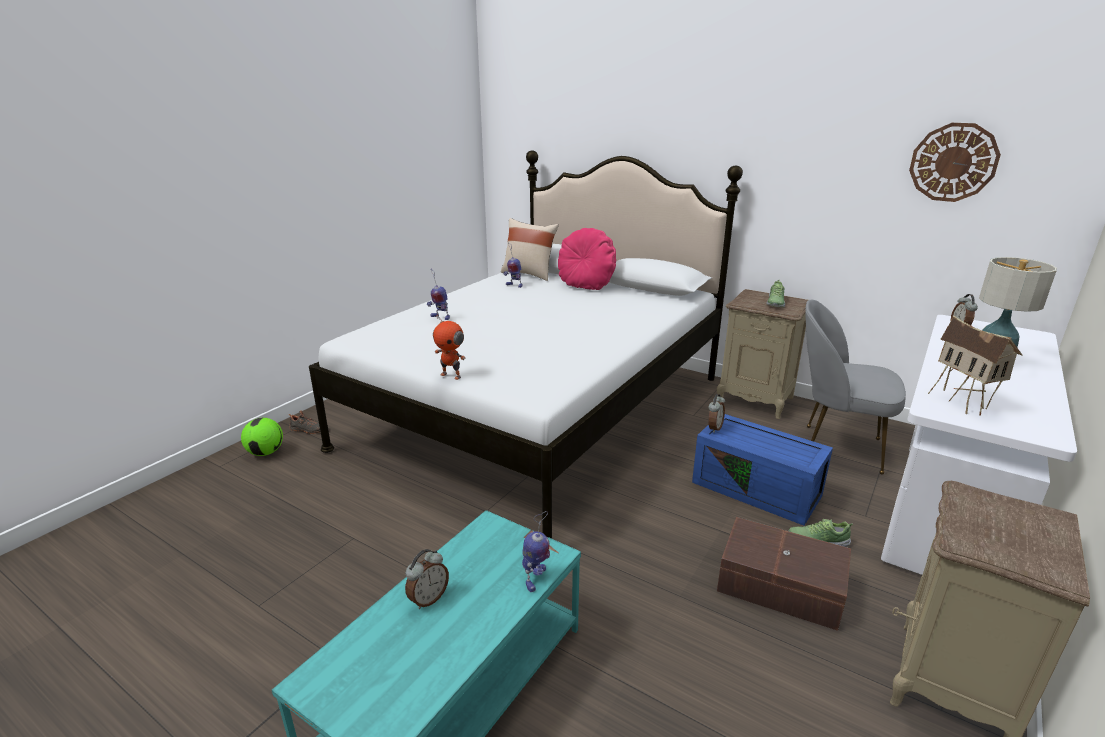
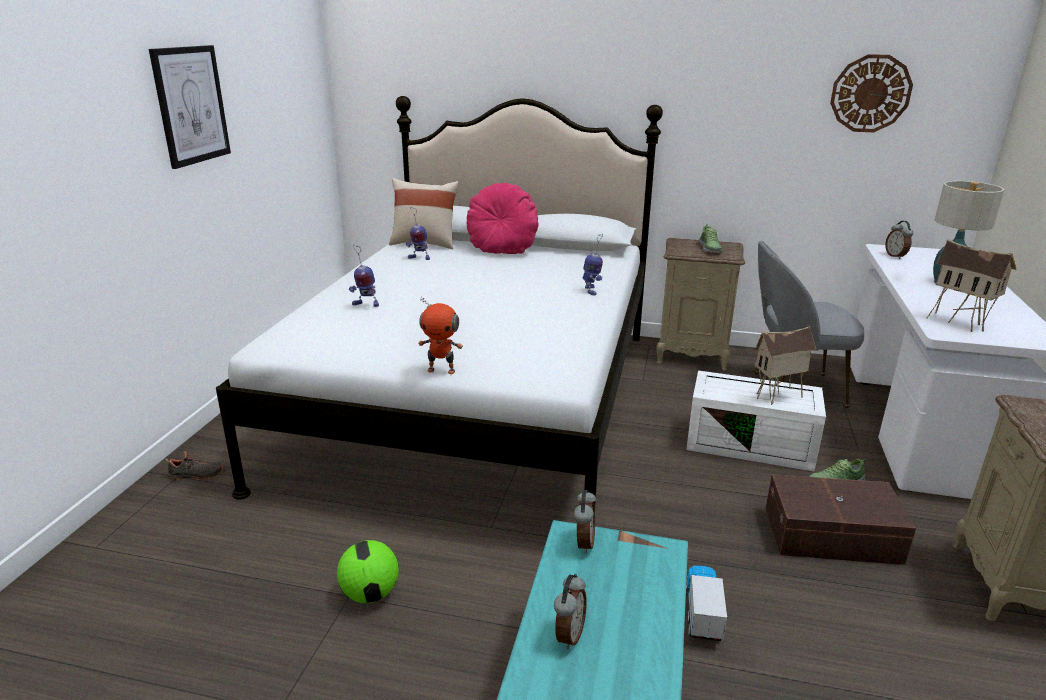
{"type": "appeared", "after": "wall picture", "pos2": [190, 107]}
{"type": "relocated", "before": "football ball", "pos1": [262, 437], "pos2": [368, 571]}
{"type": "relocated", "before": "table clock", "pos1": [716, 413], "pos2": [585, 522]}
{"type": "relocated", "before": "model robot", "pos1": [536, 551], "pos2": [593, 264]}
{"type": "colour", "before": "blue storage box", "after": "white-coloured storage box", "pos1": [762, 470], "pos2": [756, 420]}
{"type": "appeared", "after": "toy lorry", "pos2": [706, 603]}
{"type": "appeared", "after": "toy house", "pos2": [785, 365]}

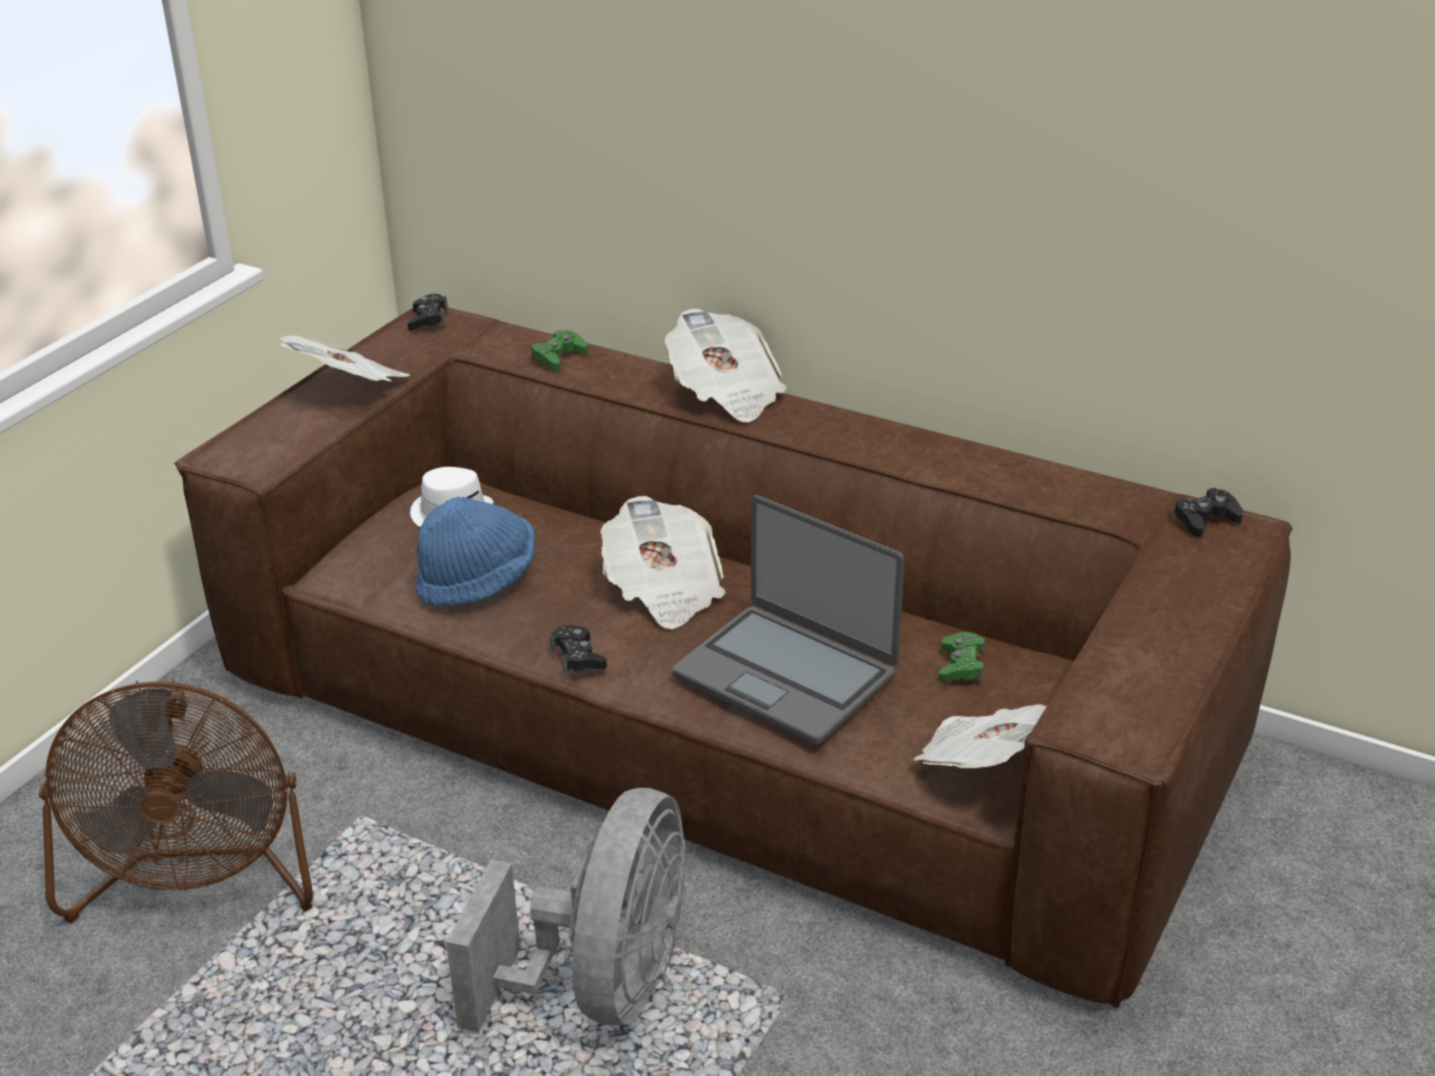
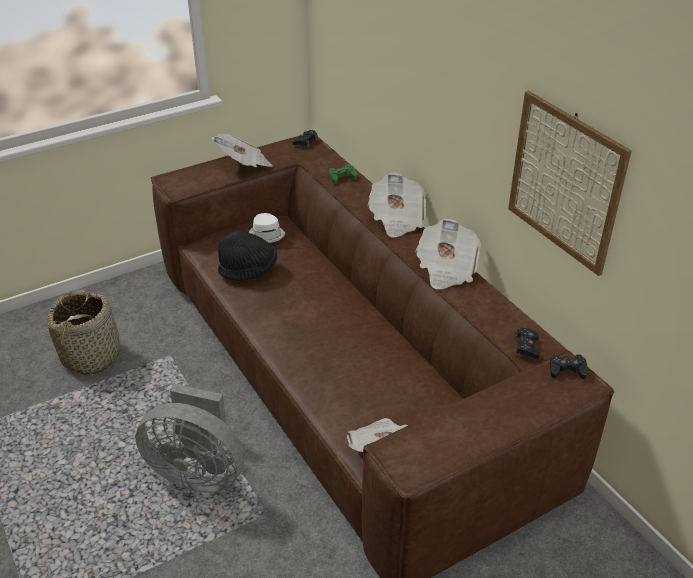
{"type": "exchanged", "before": "brownish cooling fan", "after": "basket", "pos1": [176, 801], "pos2": [84, 332]}
{"type": "spun", "before": "grey cooling fan", "pos1": [566, 910], "pos2": [190, 438], "turn": 60}
{"type": "colour", "before": "blue hat", "after": "black hat", "pos1": [476, 551], "pos2": [247, 255]}
{"type": "relocated", "before": "daily paper", "pos1": [663, 562], "pos2": [448, 254]}
{"type": "appeared", "after": "wall picture", "pos2": [569, 183]}
{"type": "relocated", "before": "black gamepad", "pos1": [578, 650], "pos2": [527, 343]}
{"type": "missing", "before": "laptop", "pos1": [788, 619]}
{"type": "missing", "before": "green-coloured gamepad", "pos1": [961, 657]}

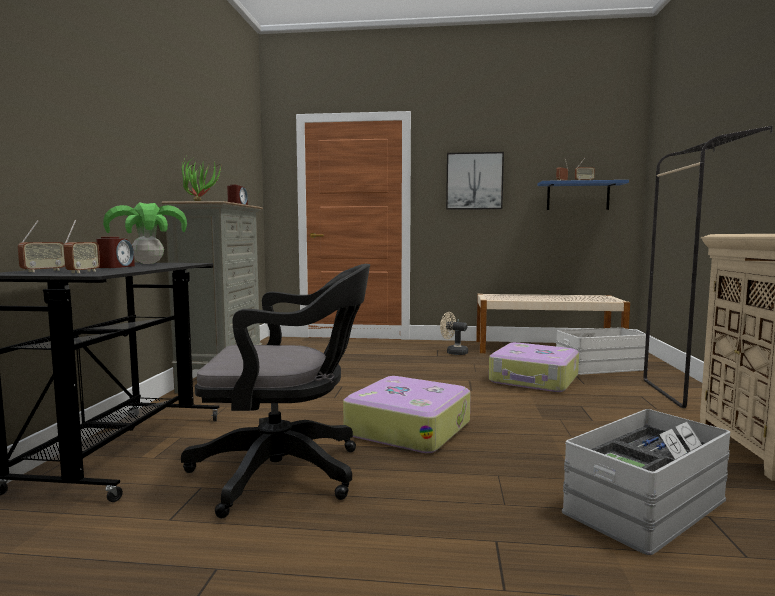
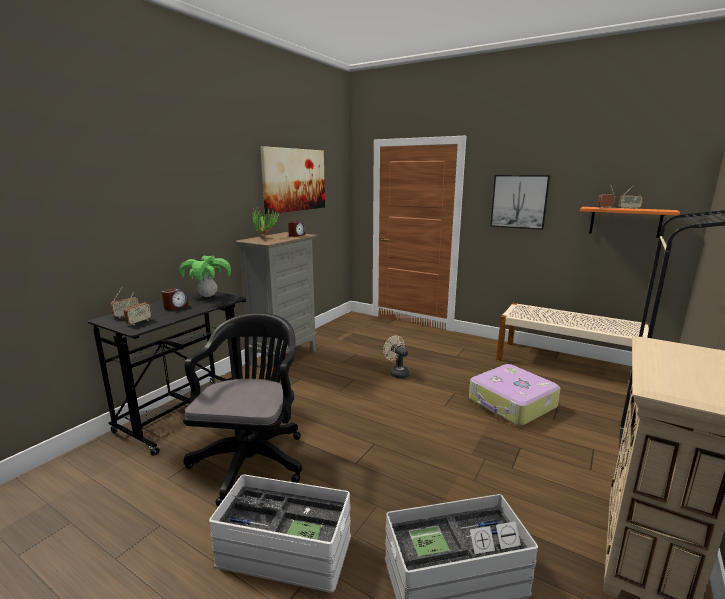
{"type": "spun", "before": "black computer chair", "pos1": [275, 391], "pos2": [242, 409], "turn": -105}
{"type": "relocated", "before": "white-coloured storage box", "pos1": [602, 351], "pos2": [280, 533]}
{"type": "appeared", "after": "wall picture", "pos2": [292, 180]}
{"type": "relocated", "before": "sand-coloured cooling fan", "pos1": [454, 333], "pos2": [396, 357]}
{"type": "colour", "before": "blue shelf", "after": "orange-coloured shelf", "pos1": [583, 195], "pos2": [630, 222]}
{"type": "missing", "before": "suitcase", "pos1": [407, 414]}

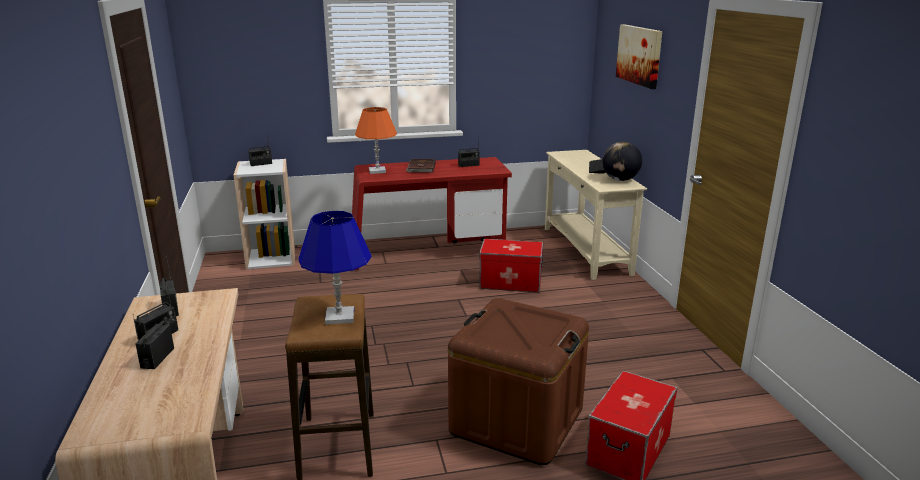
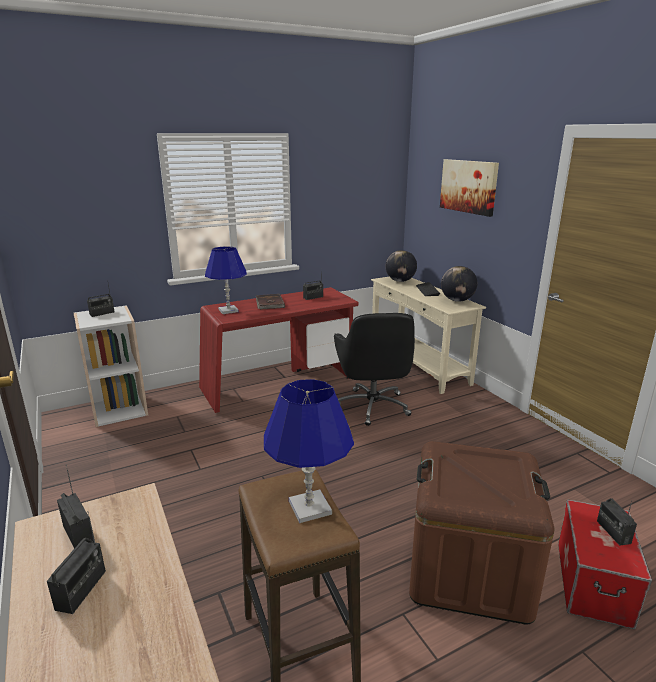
{"type": "colour", "before": "orange-coloured table lamp", "after": "blue table lamp", "pos1": [376, 140], "pos2": [226, 280]}
{"type": "exchanged", "before": "storage box", "after": "black computer chair", "pos1": [511, 266], "pos2": [374, 369]}
{"type": "appeared", "after": "desk globe", "pos2": [401, 266]}
{"type": "relocated", "before": "radio set", "pos1": [153, 341], "pos2": [617, 522]}

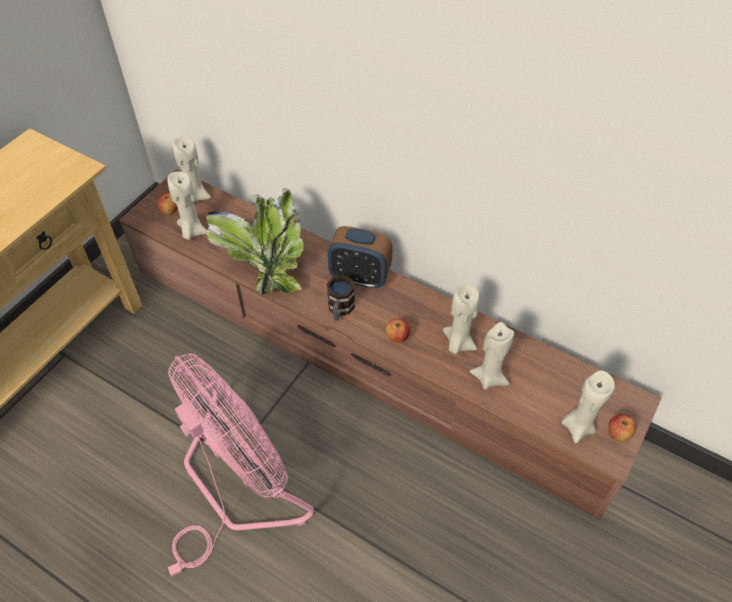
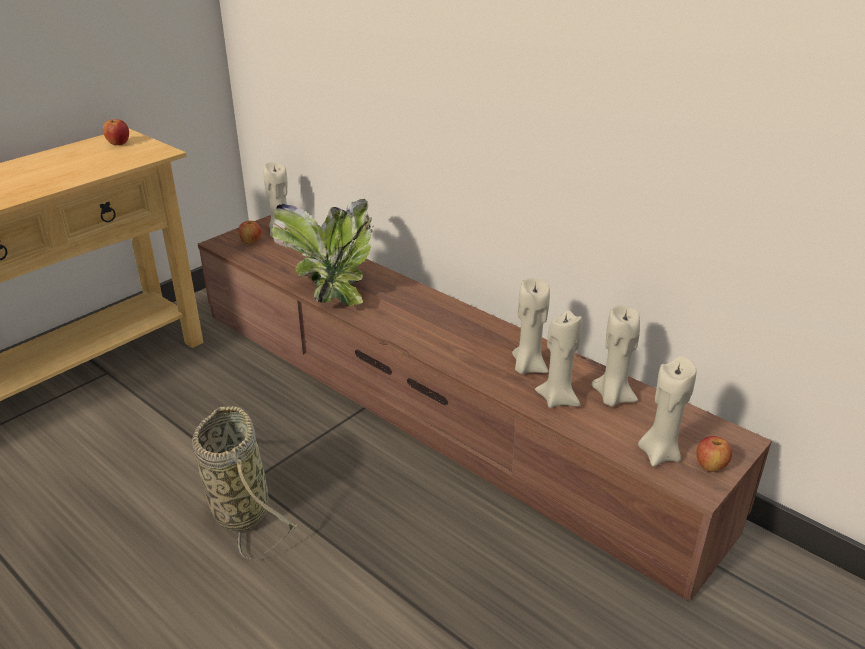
{"type": "relocated", "before": "apple", "pos1": [398, 330], "pos2": [116, 132]}
{"type": "exchanged", "before": "pink cooling fan", "after": "basket", "pos1": [239, 465], "pos2": [245, 482]}
{"type": "relocated", "before": "sand-coloured wax candle", "pos1": [187, 205], "pos2": [615, 355]}
{"type": "missing", "before": "table clock", "pos1": [360, 257]}
{"type": "missing", "before": "coffee mug", "pos1": [341, 298]}

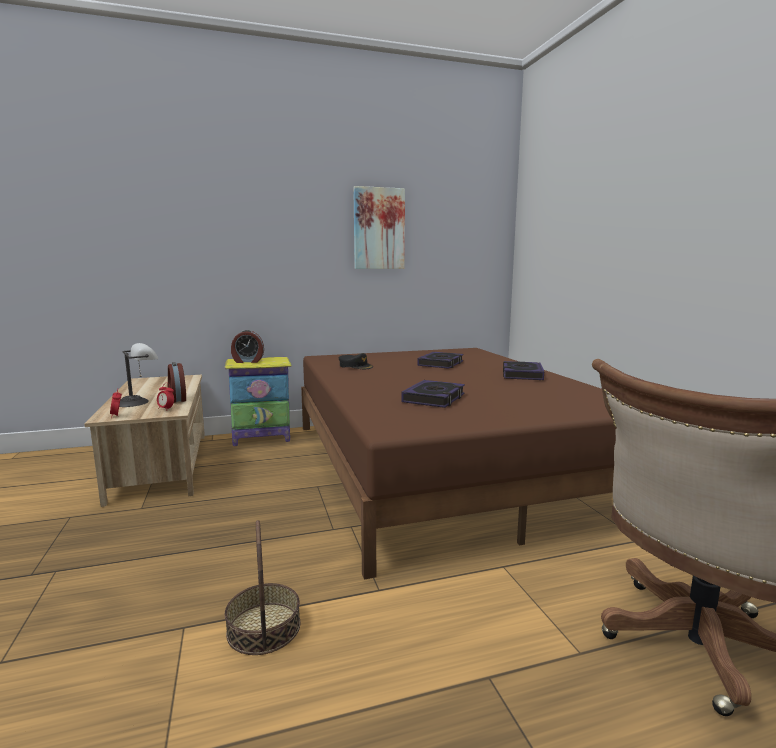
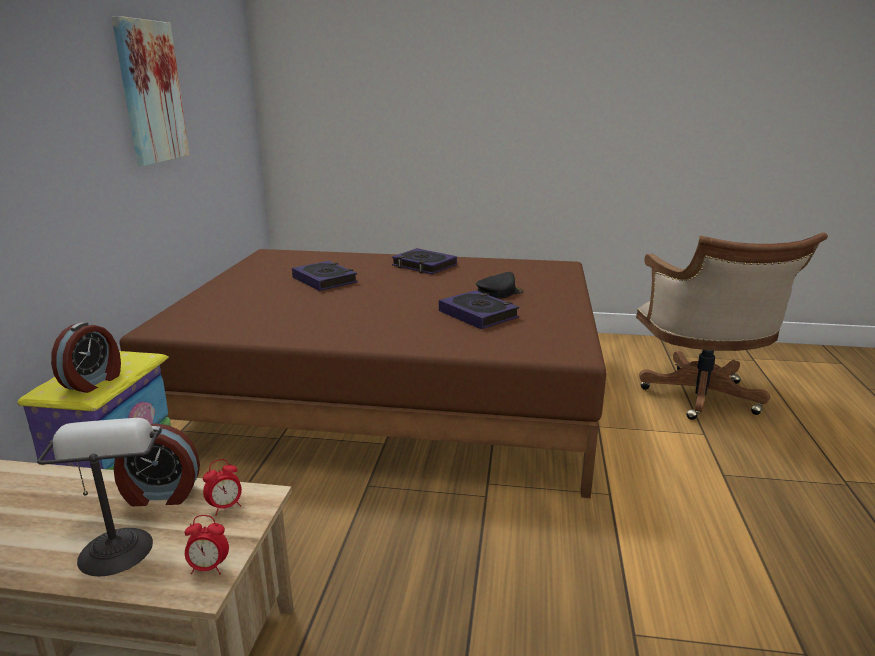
{"type": "relocated", "before": "black baseball cap", "pos1": [356, 361], "pos2": [500, 285]}
{"type": "missing", "before": "basket", "pos1": [263, 587]}

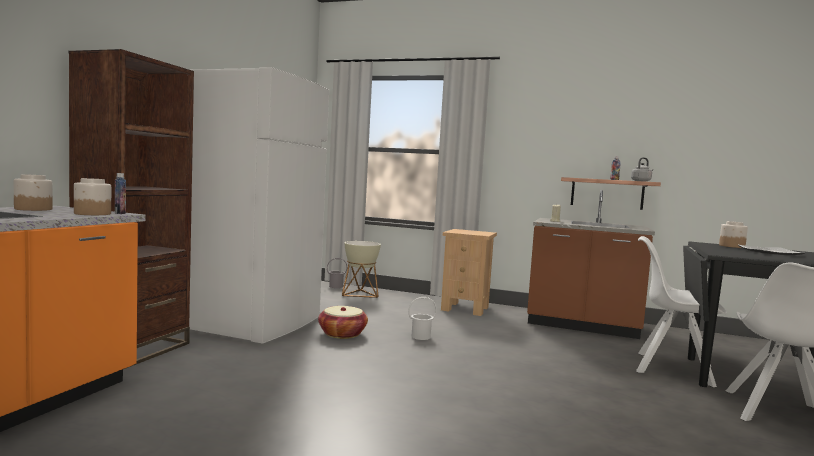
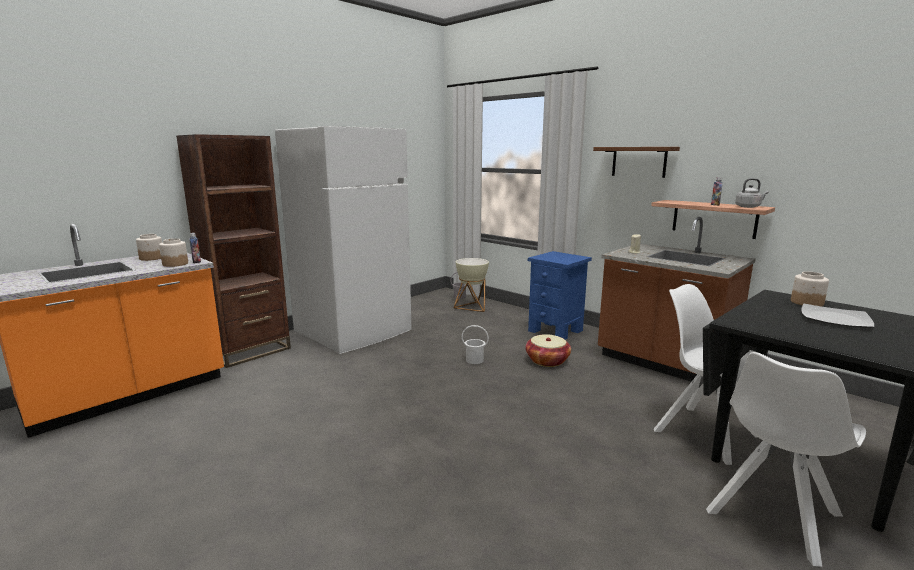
{"type": "relocated", "before": "basket", "pos1": [343, 322], "pos2": [548, 350]}
{"type": "colour", "before": "sand-coloured nightstand", "after": "blue nightstand", "pos1": [469, 272], "pos2": [560, 295]}
{"type": "appeared", "after": "brownish shelf", "pos2": [636, 162]}

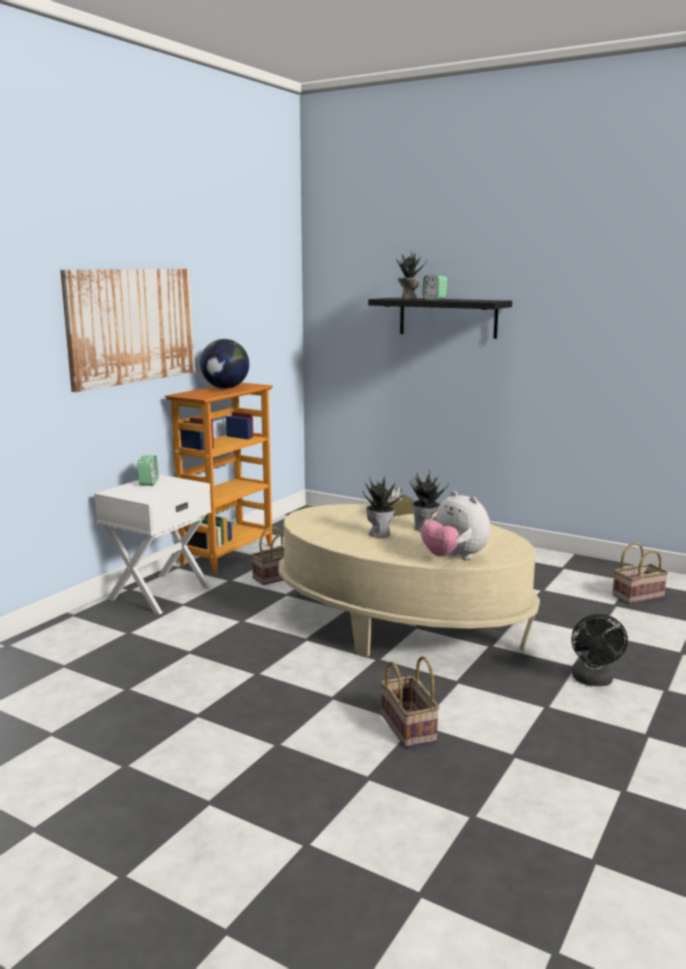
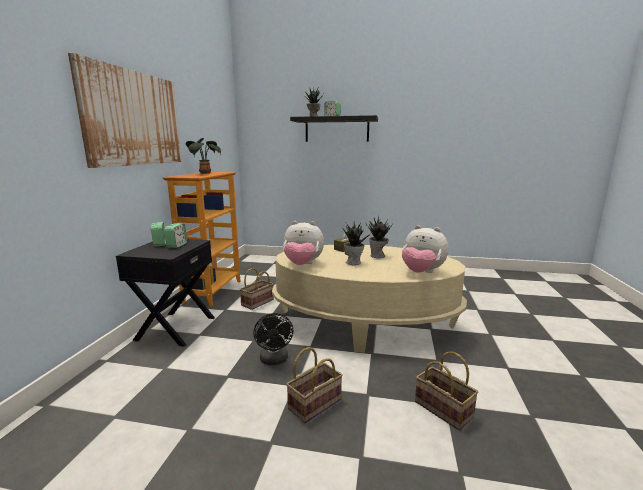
{"type": "colour", "before": "white-coloured nightstand", "after": "black nightstand", "pos1": [152, 544], "pos2": [165, 293]}
{"type": "appeared", "after": "table clock", "pos2": [175, 235]}
{"type": "exchanged", "before": "desk globe", "after": "houseplant", "pos1": [224, 363], "pos2": [203, 156]}
{"type": "relocated", "before": "black cooling fan", "pos1": [599, 650], "pos2": [273, 339]}
{"type": "appeared", "after": "cuddly toy", "pos2": [303, 243]}
{"type": "relocated", "before": "basket", "pos1": [640, 573], "pos2": [314, 385]}

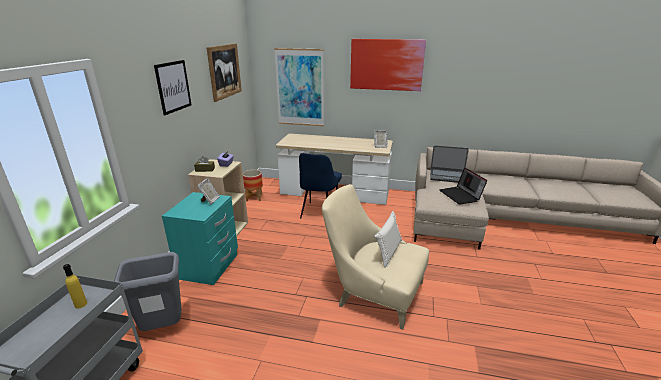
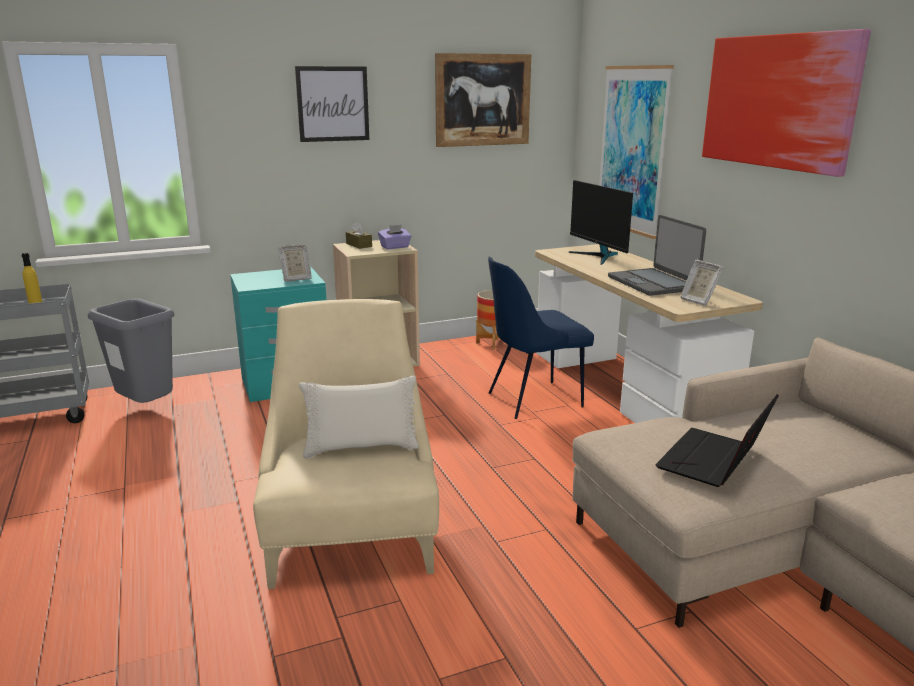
{"type": "appeared", "after": "monitor", "pos2": [600, 222]}
{"type": "relocated", "before": "laptop", "pos1": [449, 164], "pos2": [657, 255]}

